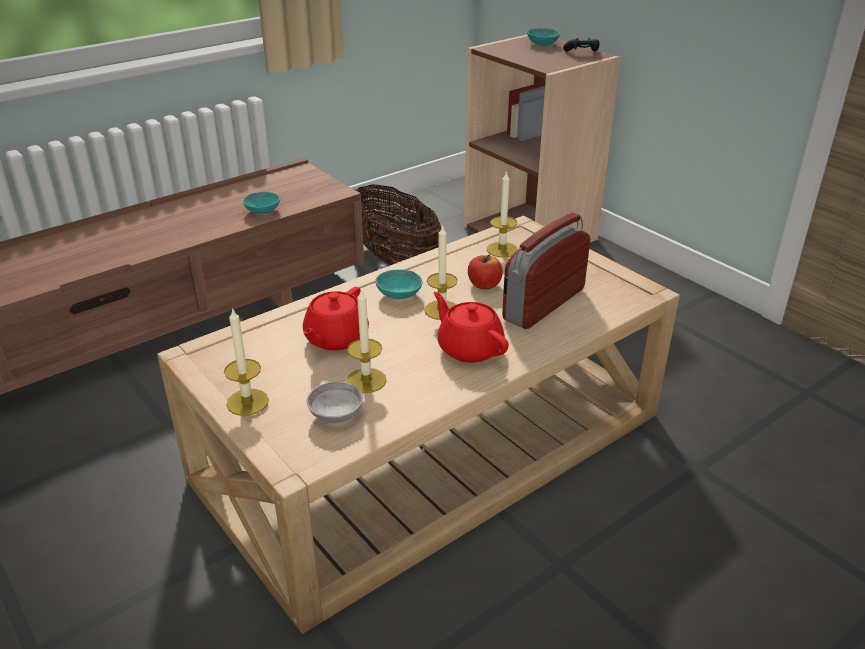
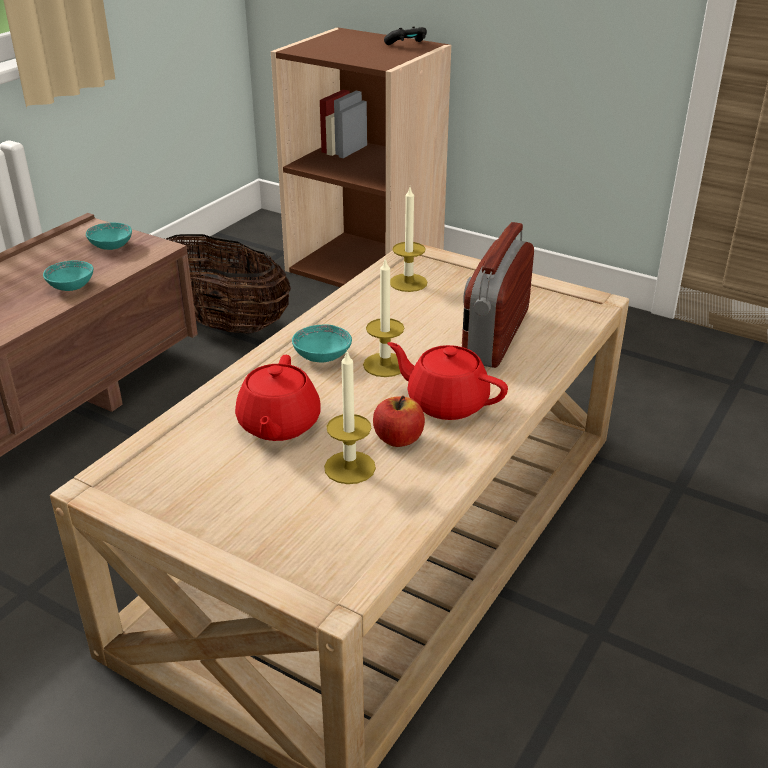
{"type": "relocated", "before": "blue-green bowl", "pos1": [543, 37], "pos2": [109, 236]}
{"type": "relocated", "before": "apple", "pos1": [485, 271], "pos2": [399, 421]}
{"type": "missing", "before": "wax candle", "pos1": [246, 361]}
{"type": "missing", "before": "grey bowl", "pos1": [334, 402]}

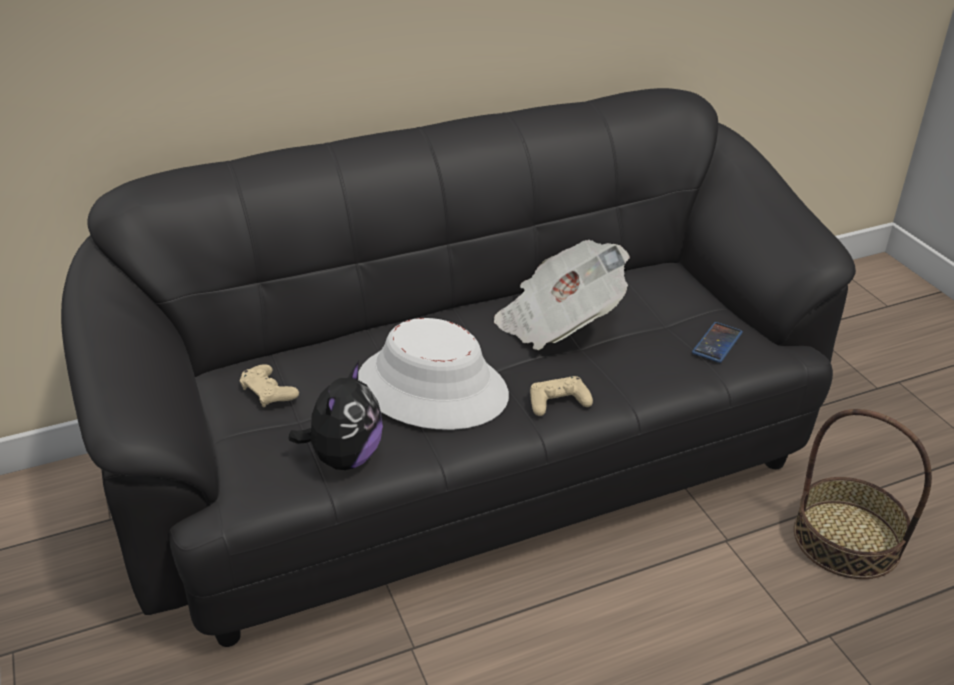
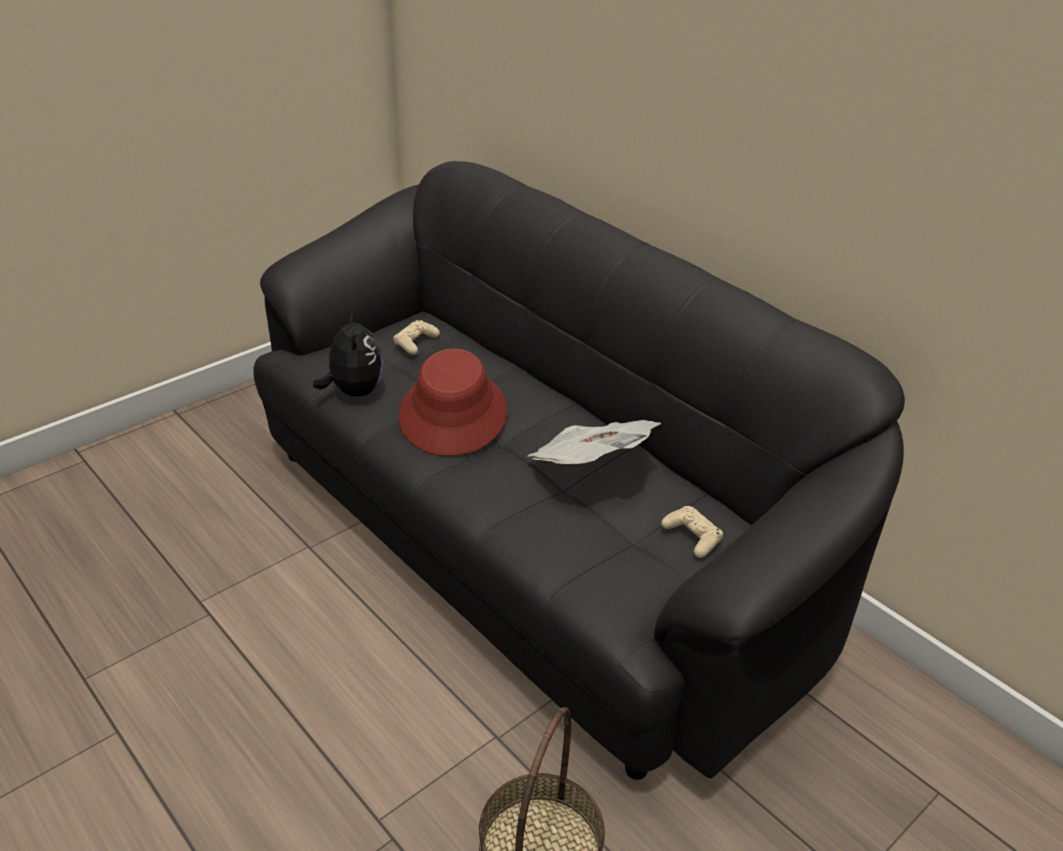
{"type": "spun", "before": "cuddly toy", "pos1": [335, 415], "pos2": [348, 352], "turn": -105}
{"type": "colour", "before": "white-coloured hat", "after": "reddish hat", "pos1": [433, 374], "pos2": [452, 402]}
{"type": "relocated", "before": "sand-coloured gamepad", "pos1": [561, 396], "pos2": [692, 532]}
{"type": "missing", "before": "telephone", "pos1": [717, 342]}

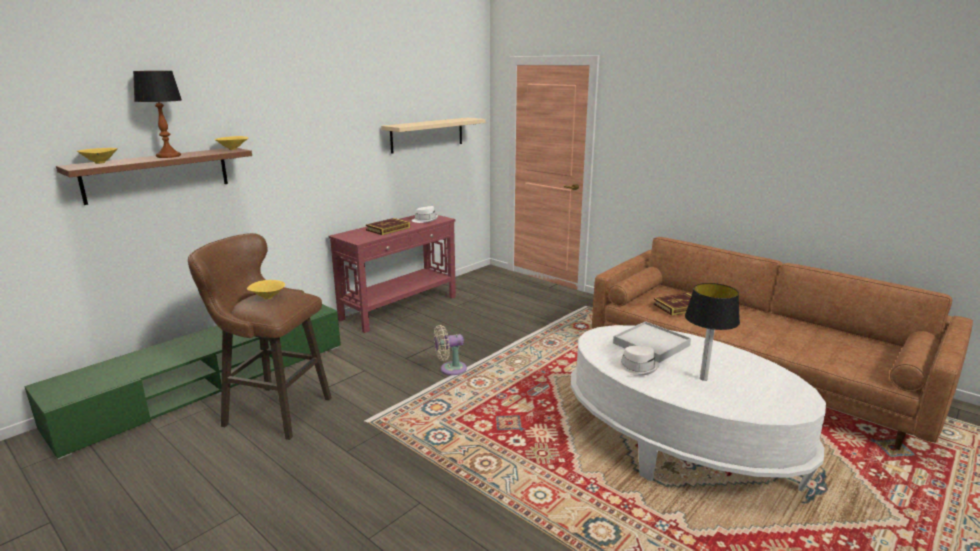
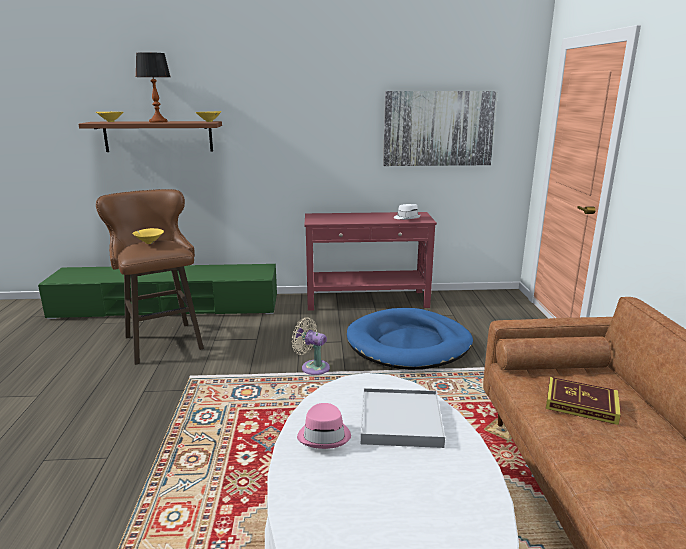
{"type": "colour", "before": "white-coloured hat", "after": "pink hat", "pos1": [637, 361], "pos2": [324, 426]}
{"type": "appeared", "after": "blue pet bed", "pos2": [410, 339]}
{"type": "exchanged", "before": "sand-coloured shelf", "after": "wall picture", "pos1": [433, 136], "pos2": [440, 128]}
{"type": "missing", "before": "book", "pos1": [388, 226]}
{"type": "missing", "before": "table lamp", "pos1": [712, 332]}

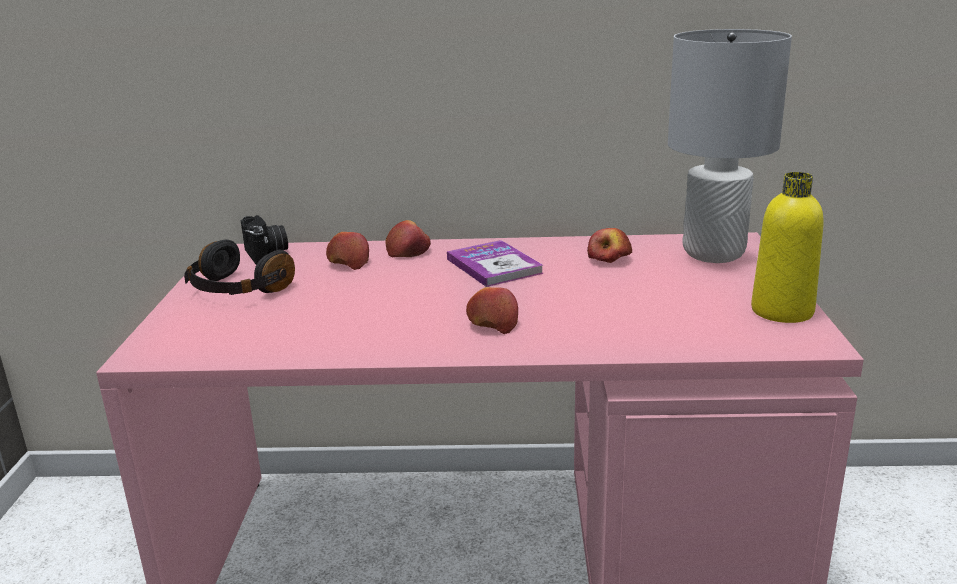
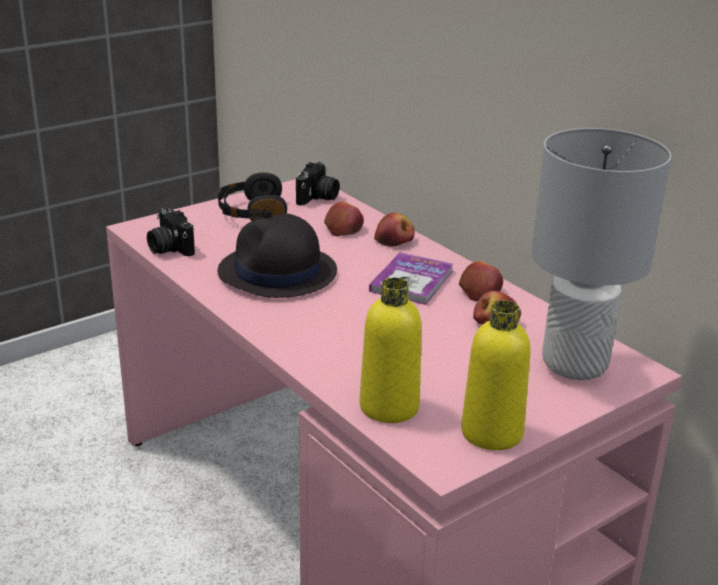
{"type": "appeared", "after": "photo camera", "pos2": [171, 231]}
{"type": "appeared", "after": "black hat", "pos2": [277, 255]}
{"type": "appeared", "after": "yellowish drink bottle", "pos2": [391, 350]}
{"type": "relocated", "before": "apple", "pos1": [492, 310], "pos2": [481, 281]}

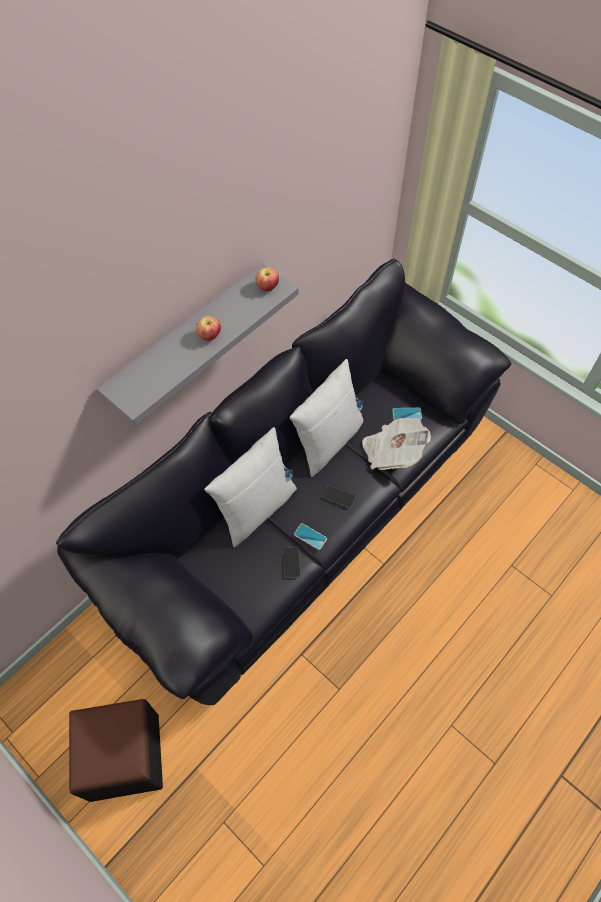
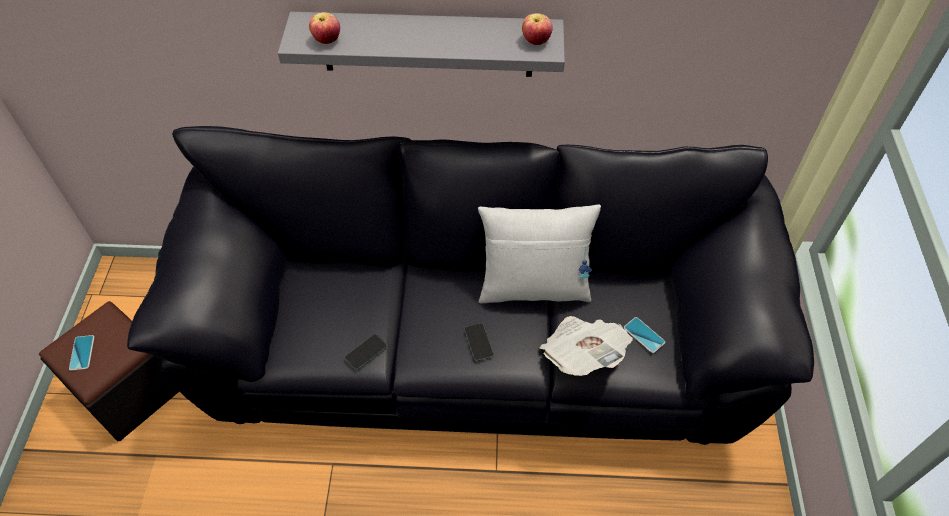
{"type": "relocated", "before": "telephone", "pos1": [310, 536], "pos2": [81, 353]}
{"type": "relocated", "before": "apple", "pos1": [208, 328], "pos2": [324, 28]}
{"type": "missing", "before": "grey pillow", "pos1": [250, 487]}

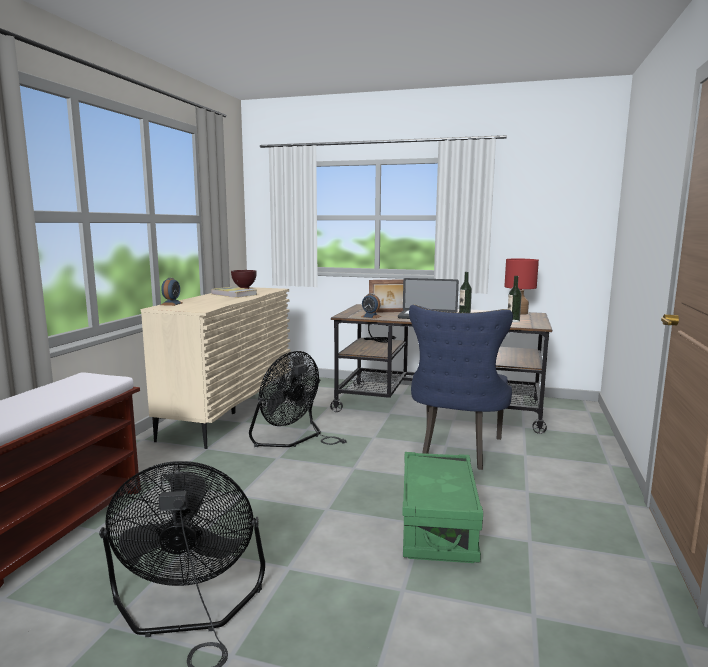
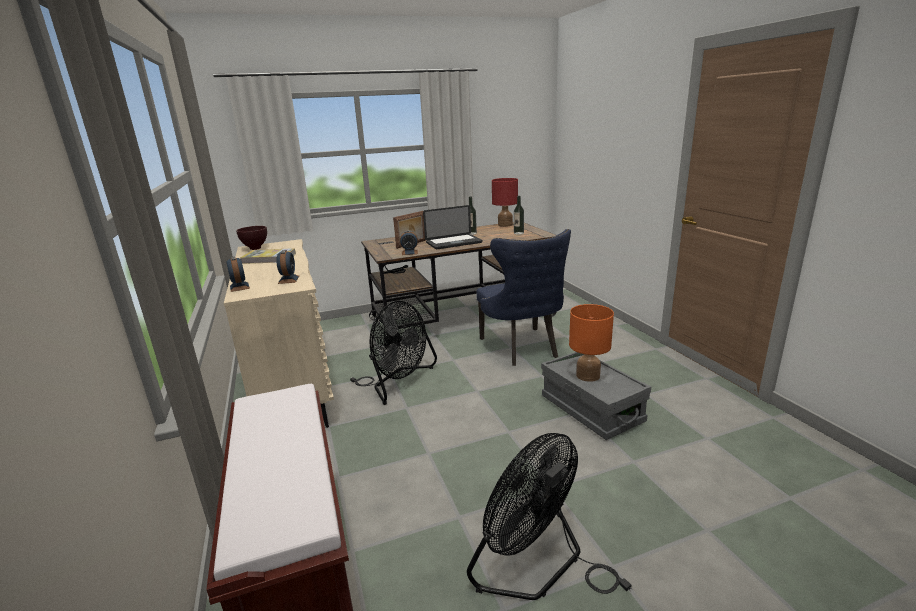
{"type": "appeared", "after": "table clock", "pos2": [287, 267]}
{"type": "spun", "before": "black cooling fan", "pos1": [298, 399], "pos2": [393, 353], "turn": -150}
{"type": "colour", "before": "green-coloured storage box", "after": "grey storage box", "pos1": [442, 507], "pos2": [596, 395]}
{"type": "appeared", "after": "orange-coloured table lamp", "pos2": [591, 343]}

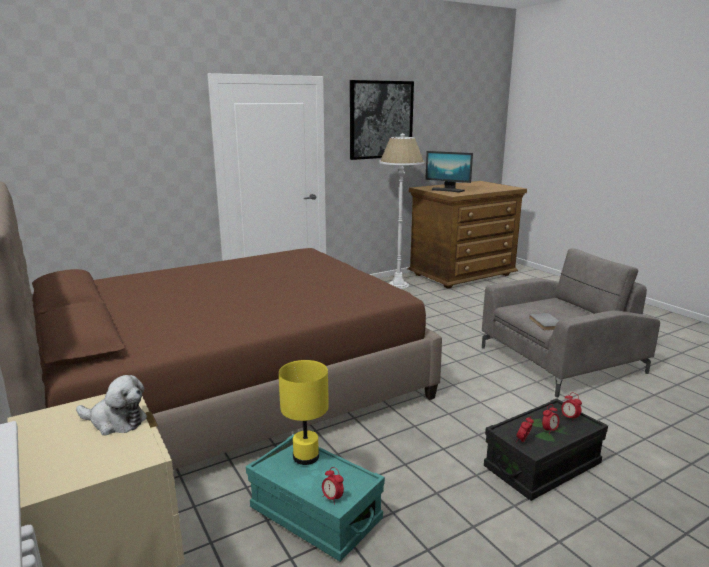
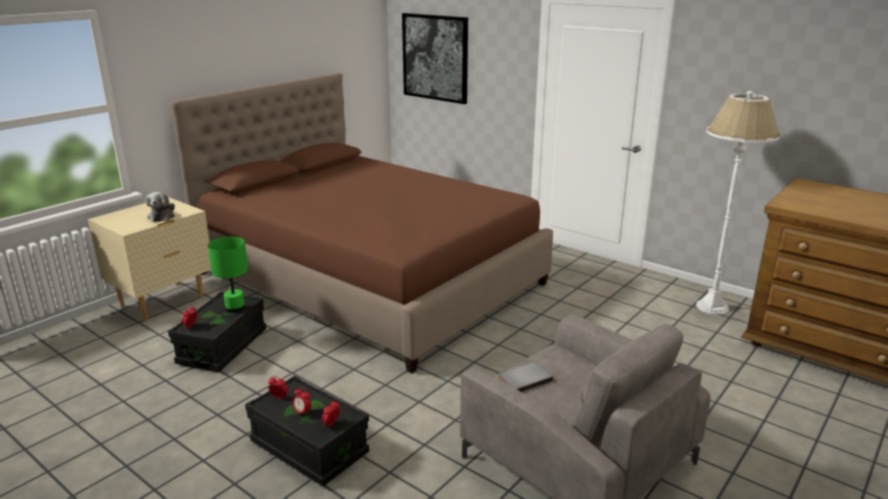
{"type": "colour", "before": "blue-green storage box", "after": "black storage box", "pos1": [315, 498], "pos2": [217, 332]}
{"type": "colour", "before": "yellowish table lamp", "after": "green-coloured table lamp", "pos1": [303, 412], "pos2": [228, 274]}
{"type": "relocated", "before": "wall picture", "pos1": [382, 120], "pos2": [435, 58]}
{"type": "missing", "before": "monitor", "pos1": [449, 172]}

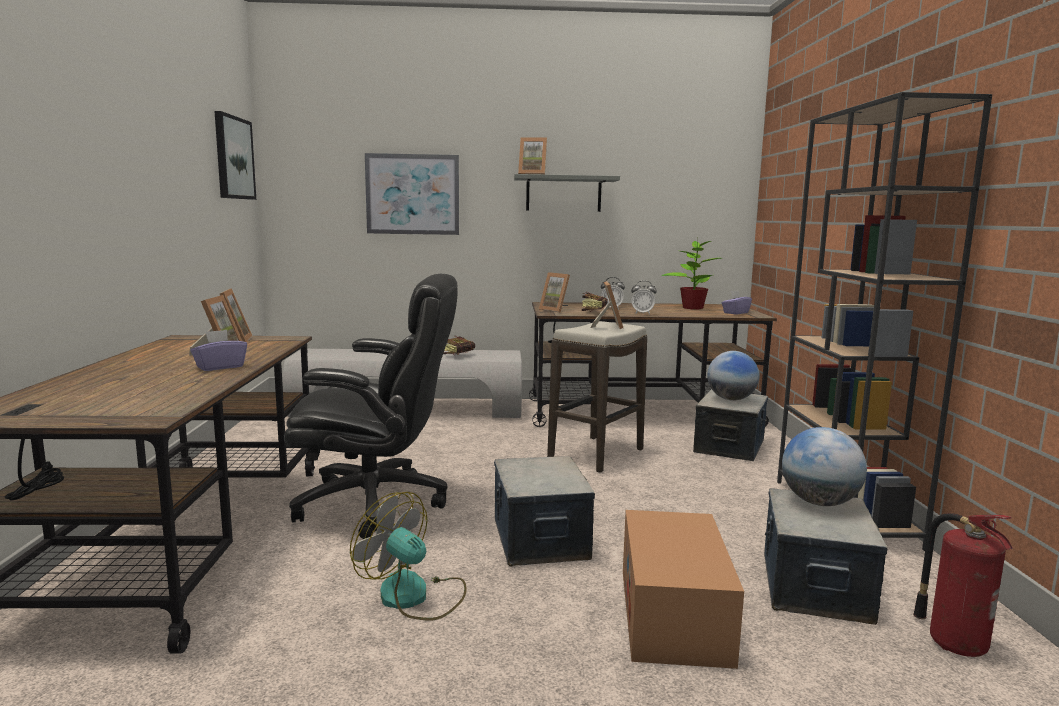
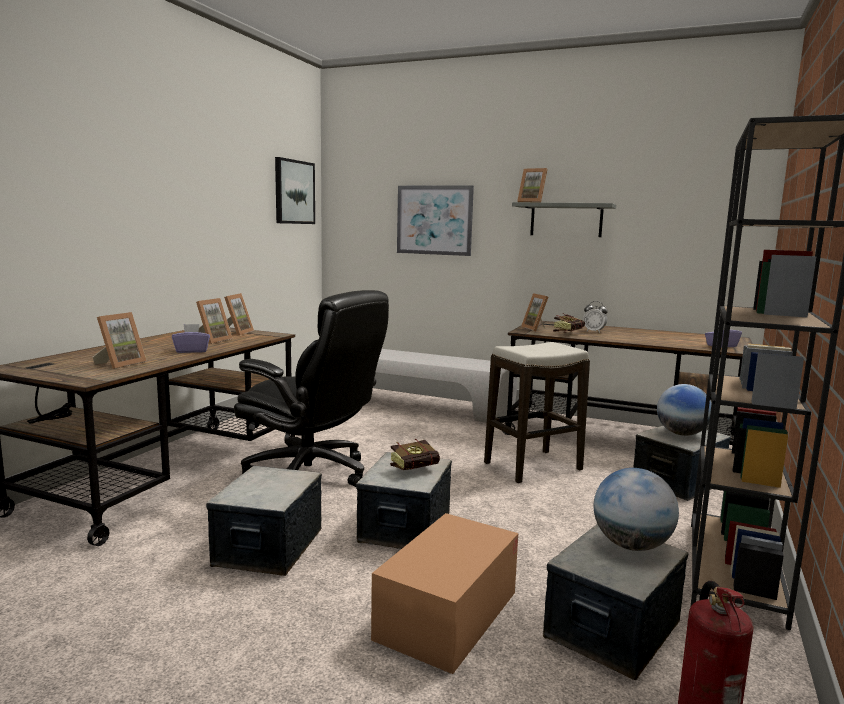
{"type": "relocated", "before": "standing frame", "pos1": [607, 305], "pos2": [119, 340]}
{"type": "exchanged", "before": "cooling fan", "after": "storage box", "pos1": [408, 556], "pos2": [264, 521]}
{"type": "relocated", "before": "book", "pos1": [459, 345], "pos2": [415, 454]}
{"type": "missing", "before": "table clock", "pos1": [644, 298]}
{"type": "missing", "before": "houseplant", "pos1": [691, 273]}

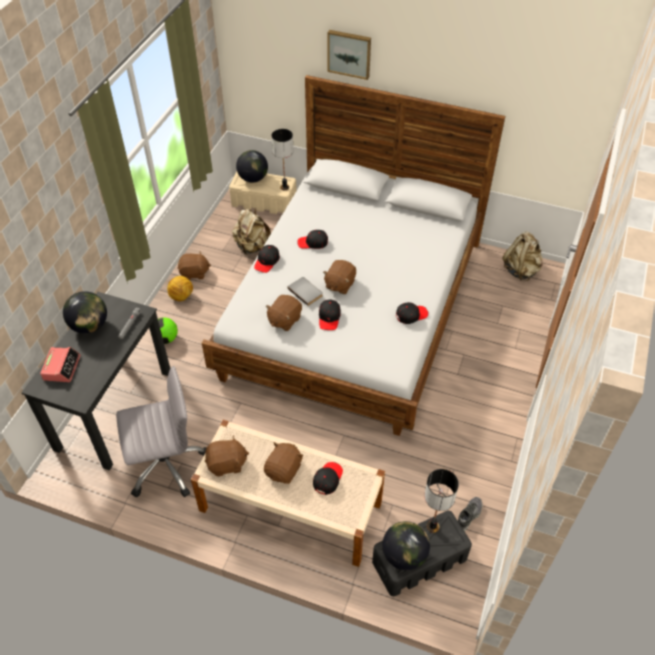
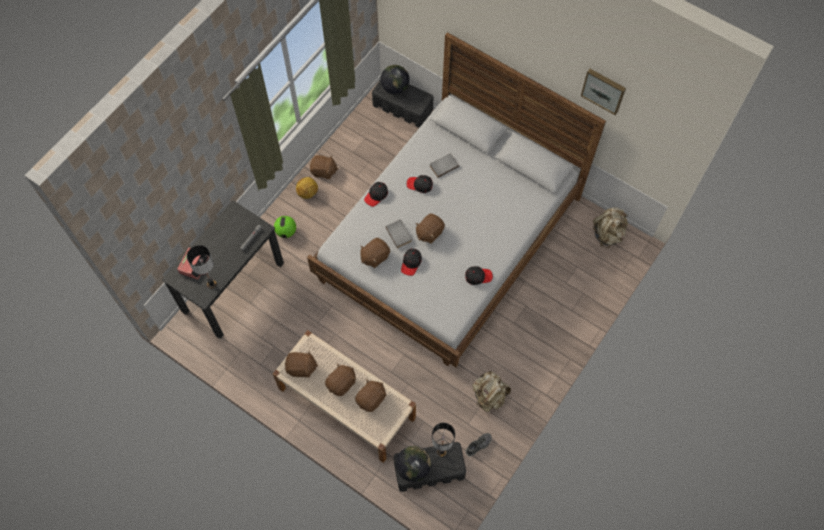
{"type": "relocated", "before": "table lamp", "pos1": [282, 159], "pos2": [202, 267]}
{"type": "exchanged", "before": "black baseball cap", "after": "brownish cuddly toy", "pos1": [328, 478], "pos2": [370, 396]}
{"type": "colour", "before": "sand-coloured storage box", "after": "black storage box", "pos1": [263, 193], "pos2": [402, 104]}
{"type": "appeared", "after": "grey book", "pos2": [444, 166]}
{"type": "relocated", "before": "sand-coloured backpack", "pos1": [251, 231], "pos2": [492, 391]}
{"type": "relocated", "before": "wall picture", "pos1": [349, 55], "pos2": [603, 92]}
{"type": "missing", "before": "desk globe", "pos1": [85, 312]}
{"type": "missing", "before": "grey computer chair", "pos1": [161, 431]}

